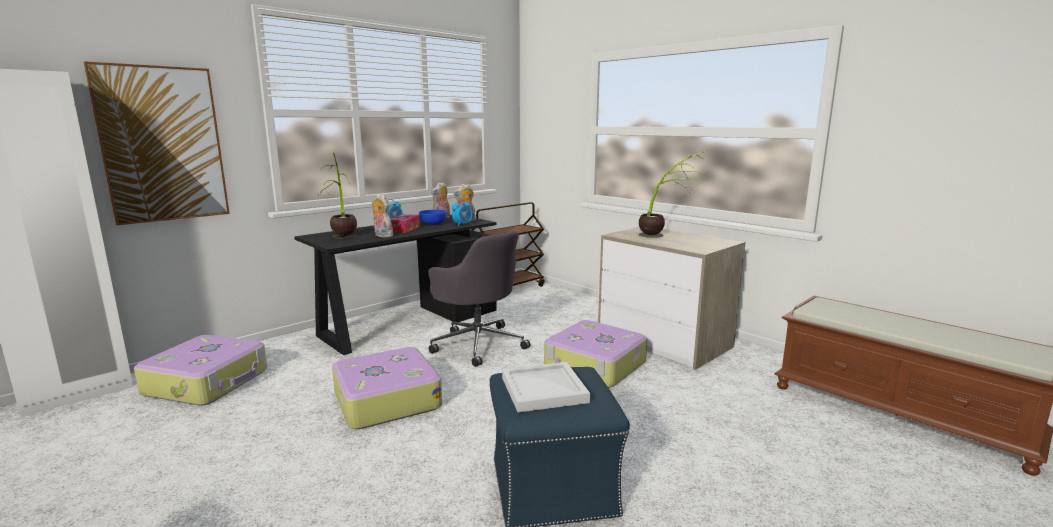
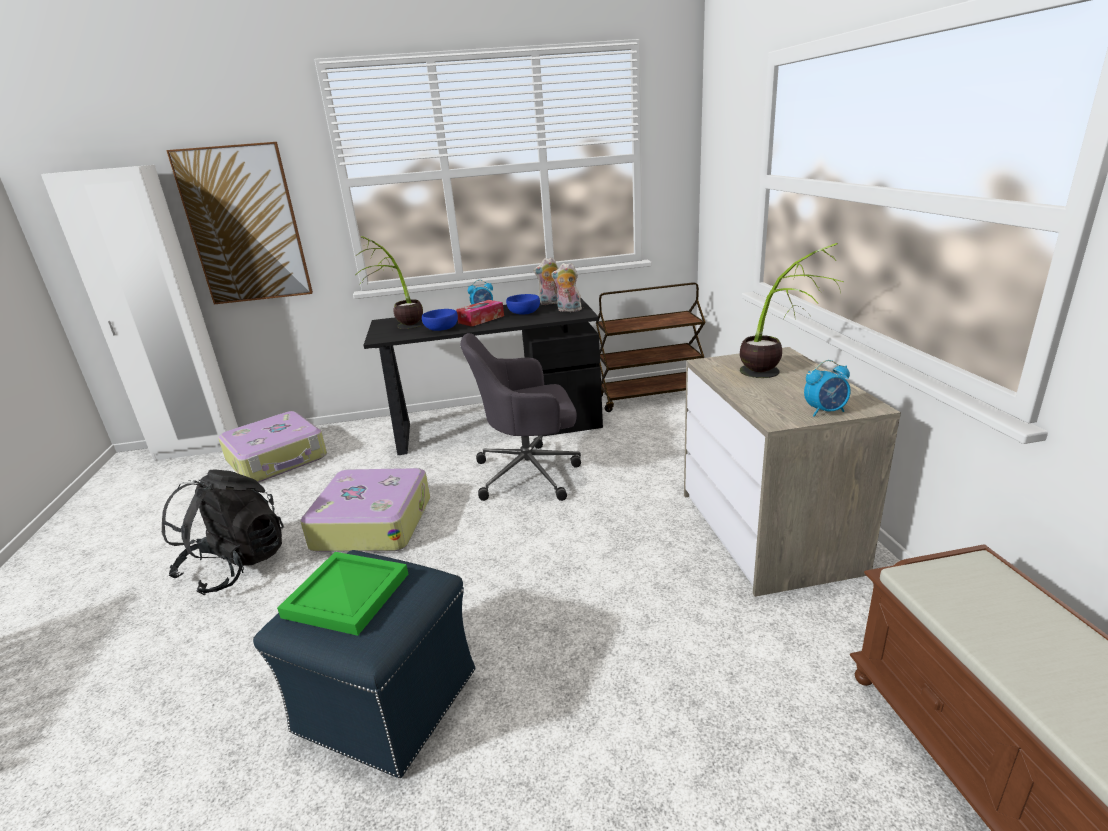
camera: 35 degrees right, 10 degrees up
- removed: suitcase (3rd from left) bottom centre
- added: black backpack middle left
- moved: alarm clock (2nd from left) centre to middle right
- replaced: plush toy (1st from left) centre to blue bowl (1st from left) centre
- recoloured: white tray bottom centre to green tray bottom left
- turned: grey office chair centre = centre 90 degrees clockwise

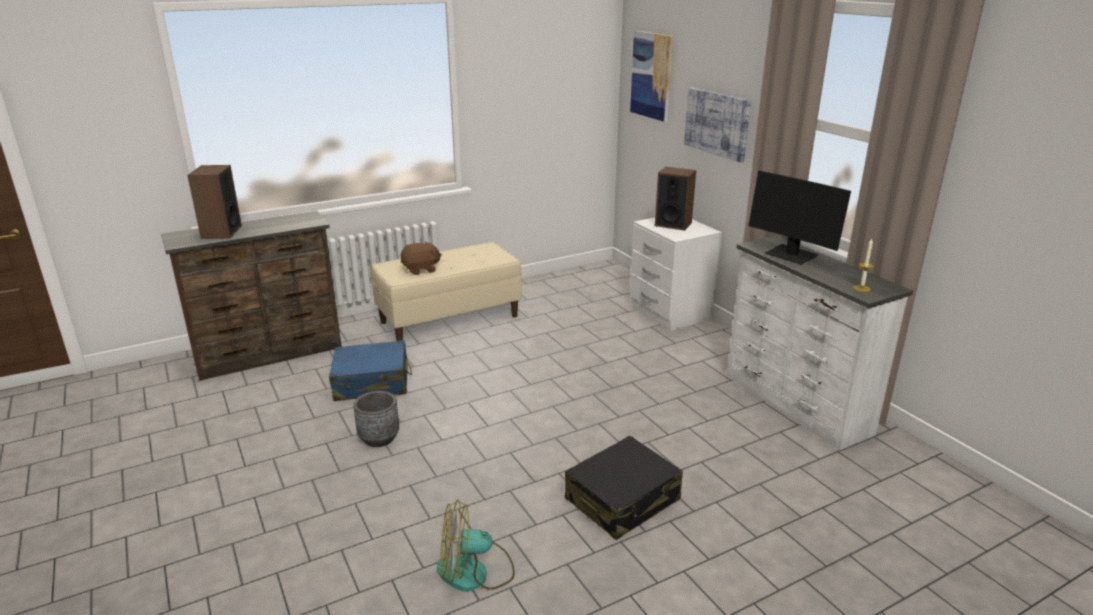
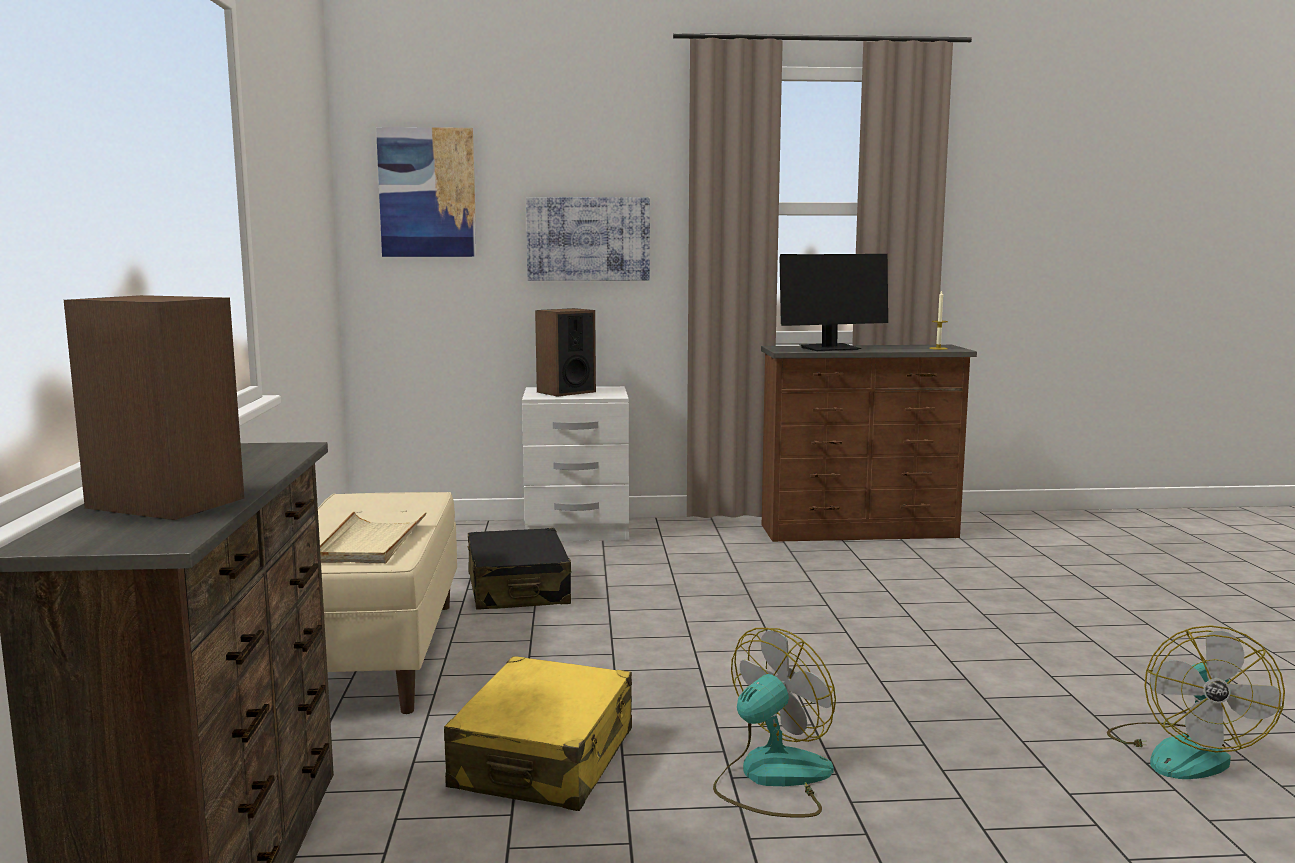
camera: 65 degrees left, 15 degrees down
- moved: black suitcase bottom centre to centre
- replaced: grey planter bottom centre to fan (1st from left) bottom centre
- replaced: brown plush toy centre to beige tray middle left
- recoloured: blue suitcase centre to yellow suitcase bottom centre
- recoloured: white dresser middle right to brown dresser (2nd from left) middle right

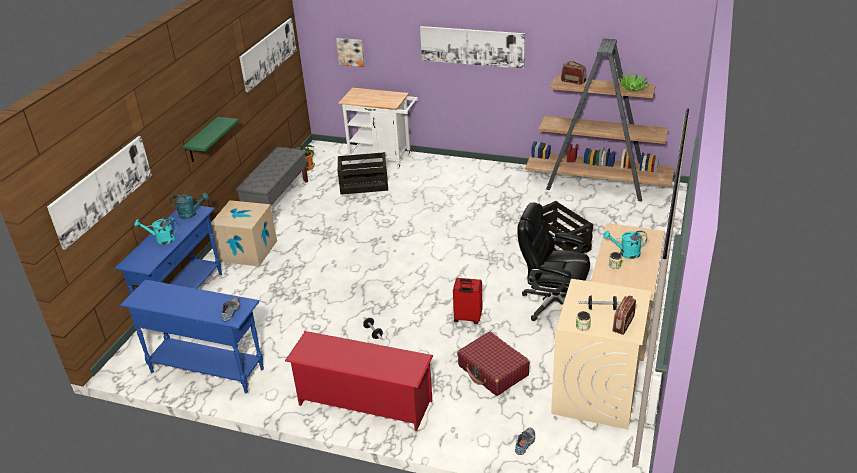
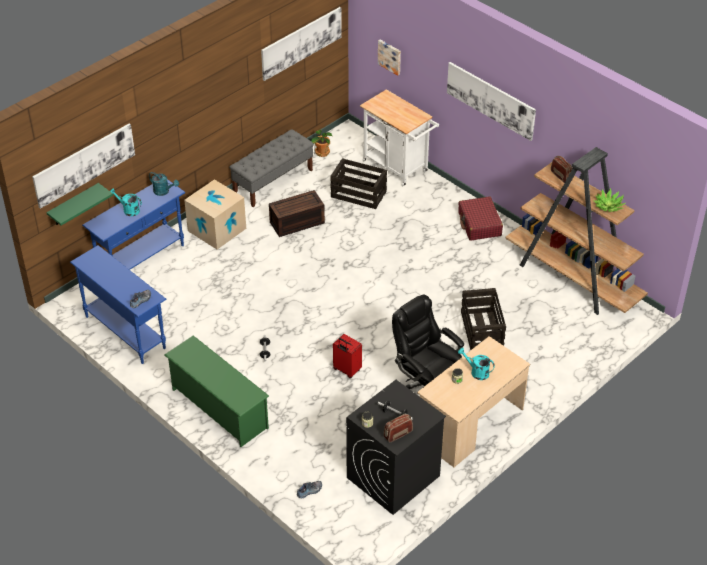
camera: 25 degrees right, 10 degrees up
- added: brown storage box centre
- moved: green shelf top left to middle left
- moved: red suitcase (2nd from left) bottom centre to middle right
- recoloured: red shoe rack bottom centre to green shoe rack bottom left
- recoloured: beige washing machine bottom right to black washing machine bottom centre

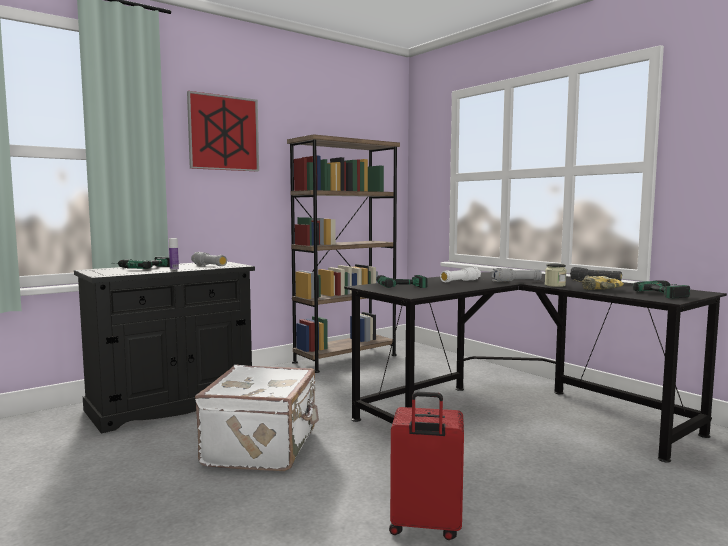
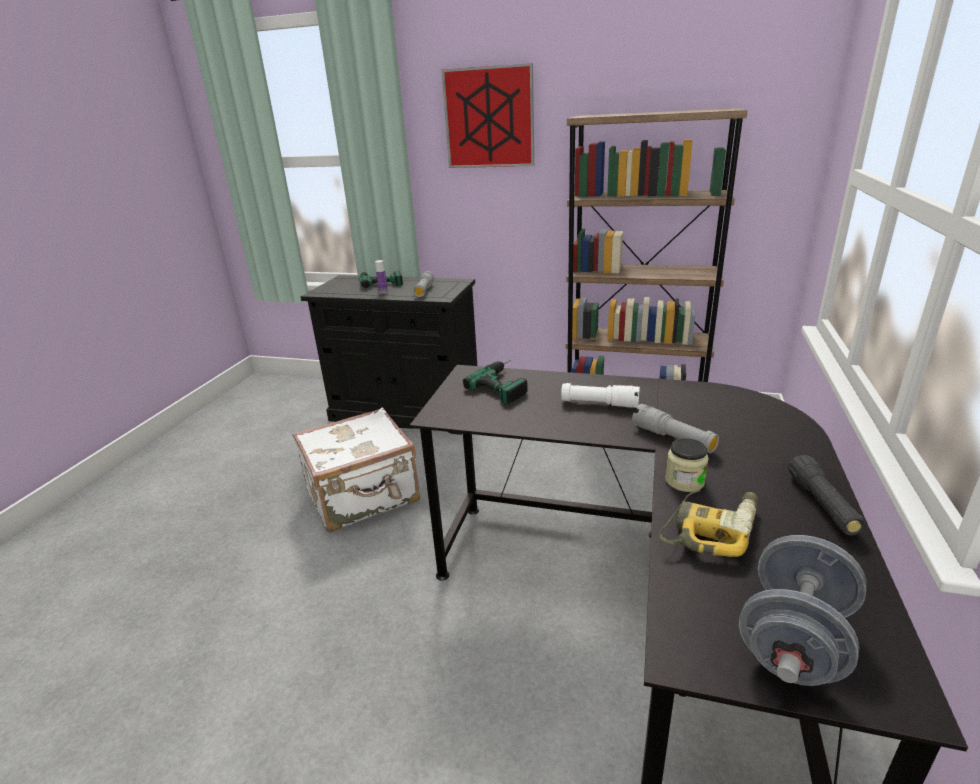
camera: 55 degrees right, 20 degrees up
- removed: red suitcase bottom centre
- replaced: power drill (4th from left) middle right to grey dumbbell bottom right

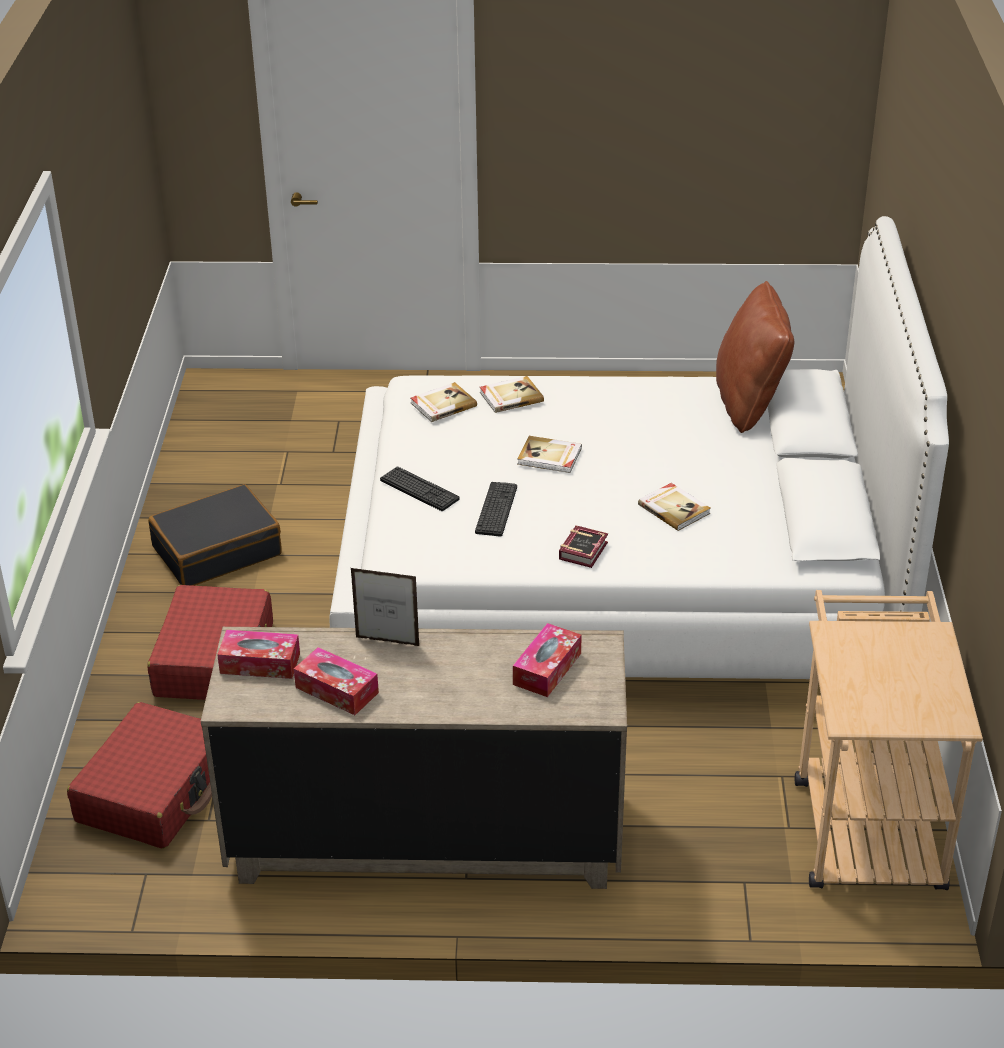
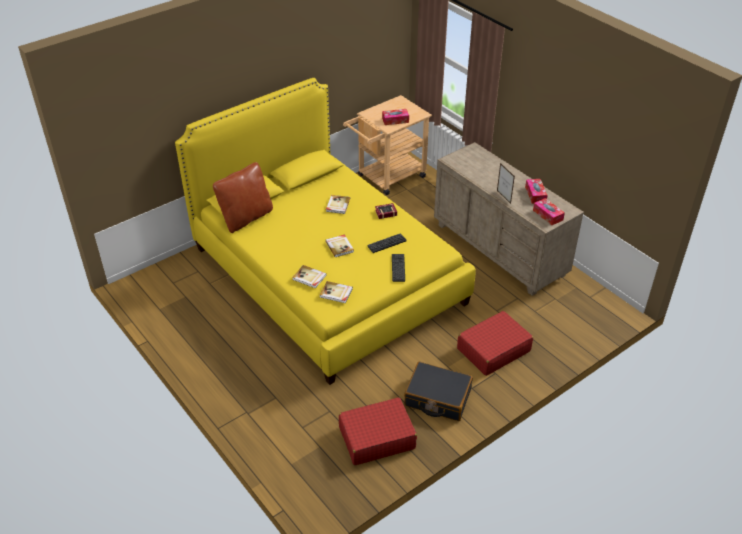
camera: 130 degrees left, 5 degrees up
- moved: red suitcase (1st from left) bottom left to bottom centre
- moved: tissue box (3rd from left in the first image) centre to tissue box (1st from left) top centre
- recoloured: white bed centre to yellow bed centre

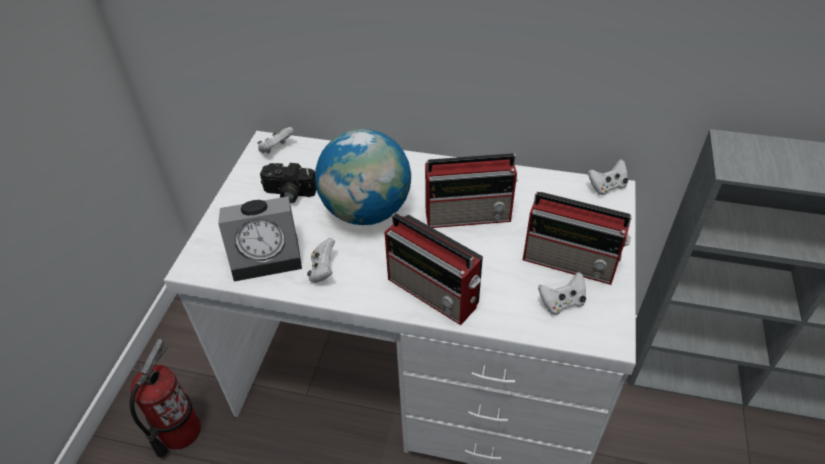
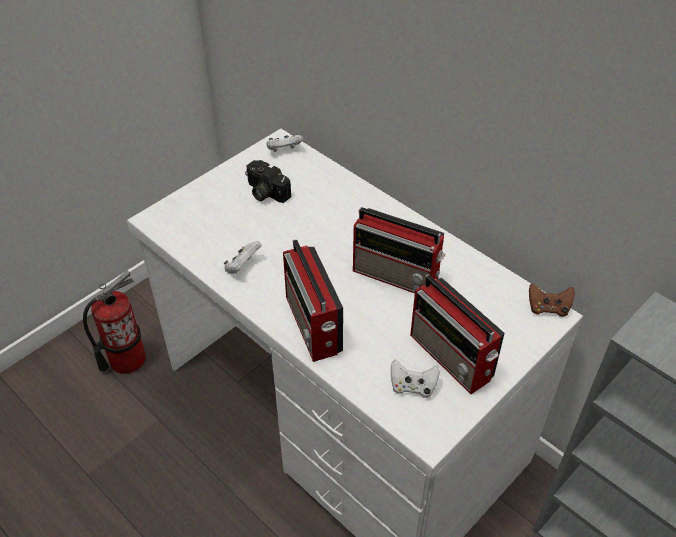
camera: 30 degrees right, 0 degrees up
- removed: alarm clock middle left
- removed: globe centre
- recoloured: white game controller (4th from left) middle right to brown game controller middle right

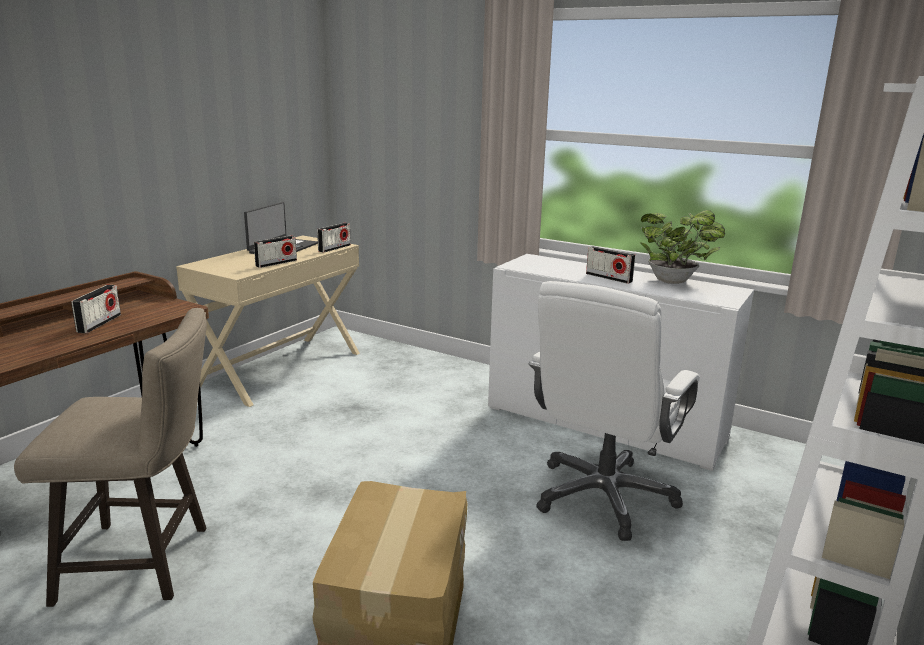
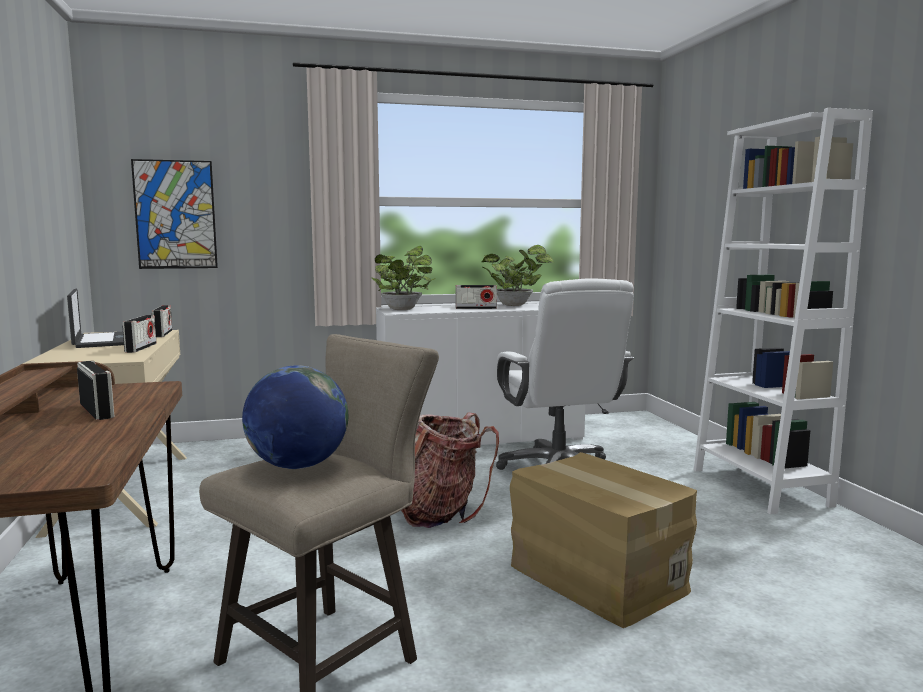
camera: 45 degrees left, 10 degrees down
- added: picture top left
- added: globe middle left
- added: potted plant (1st from left) centre
- added: backpack bottom centre

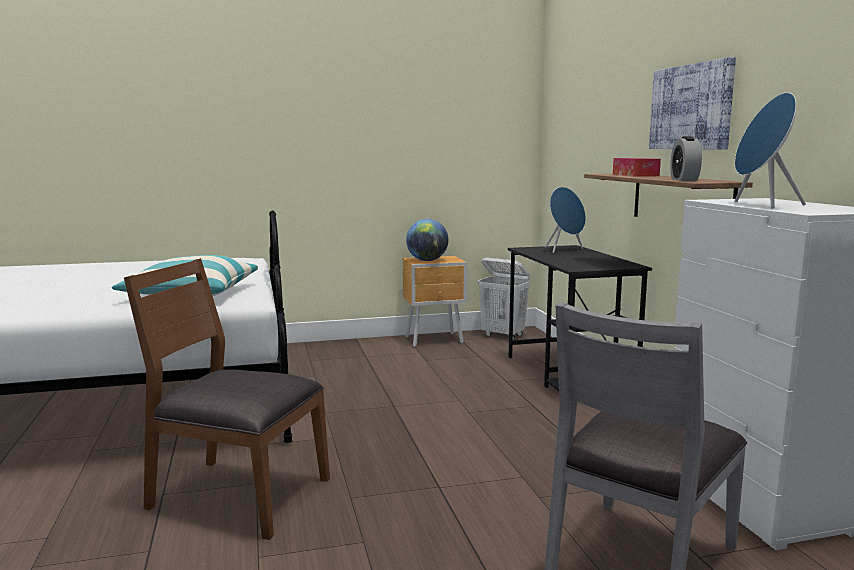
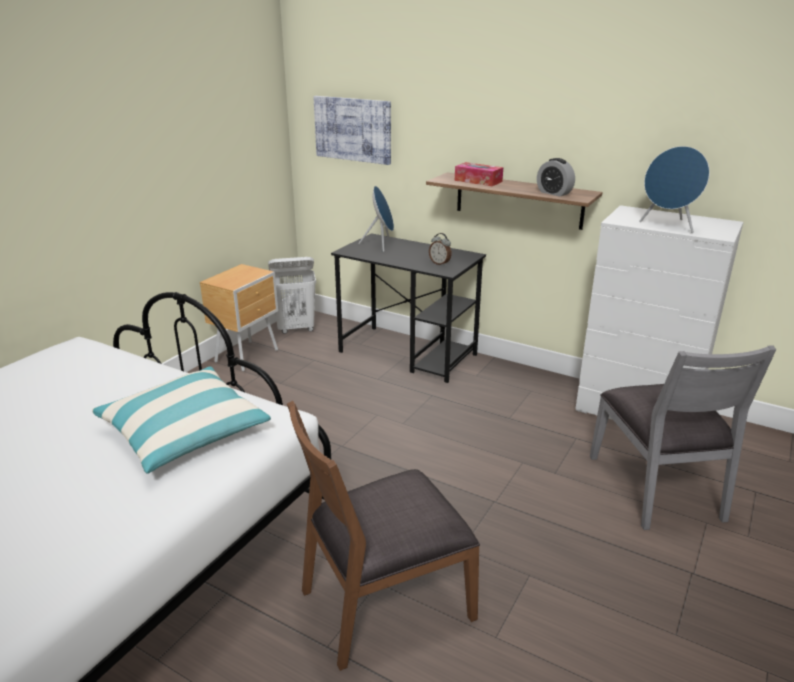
camera: 45 degrees left, 15 degrees up
- removed: globe centre
- added: alarm clock (1st from left) centre
- moved: picture top right to top centre

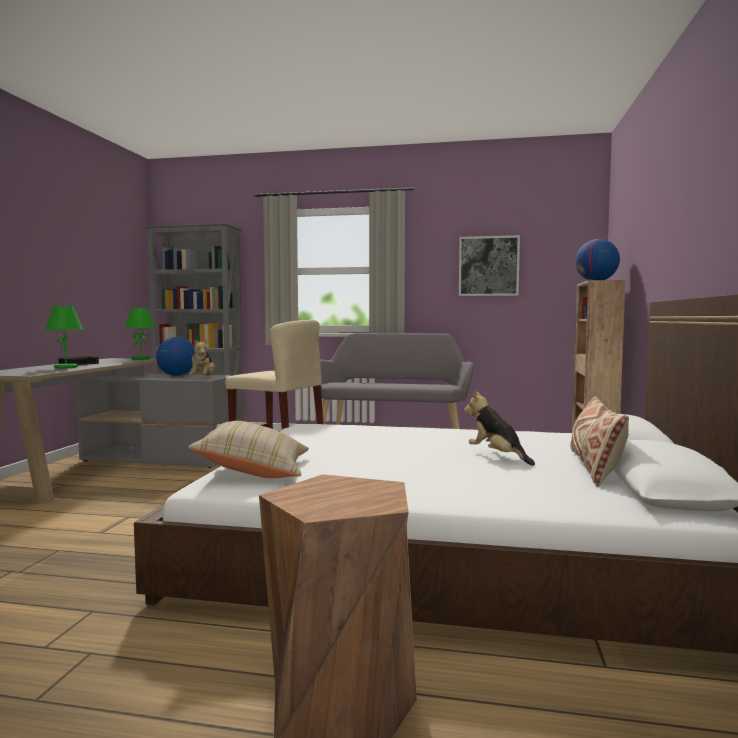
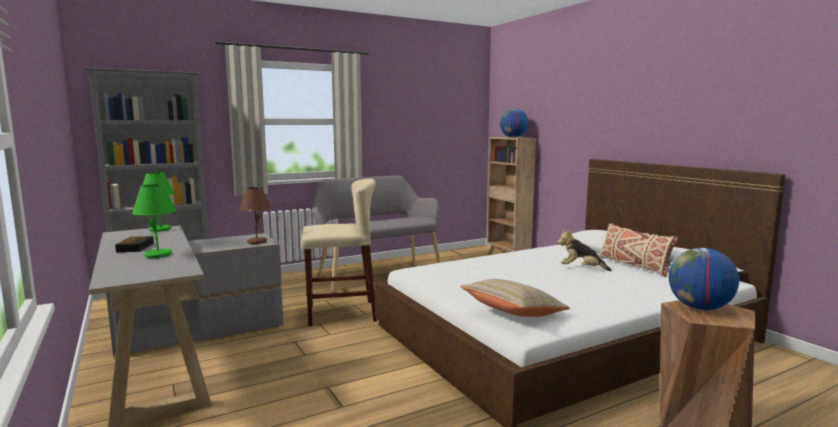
camera: 40 degrees left, 5 degrees up
- removed: picture centre
- moved: globe (1st from left in the first image) middle left to globe (2nd from left) middle right
- replaced: plush toy (1st from left) middle left to brown table lamp middle left

